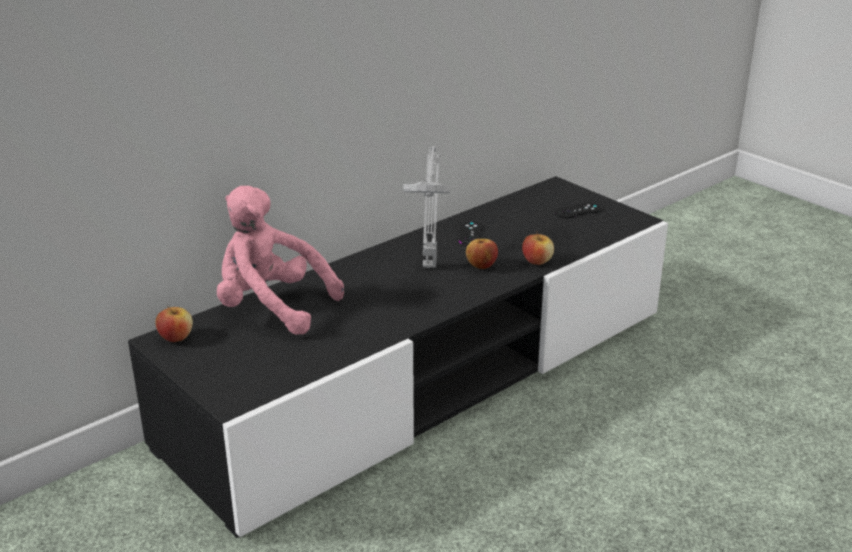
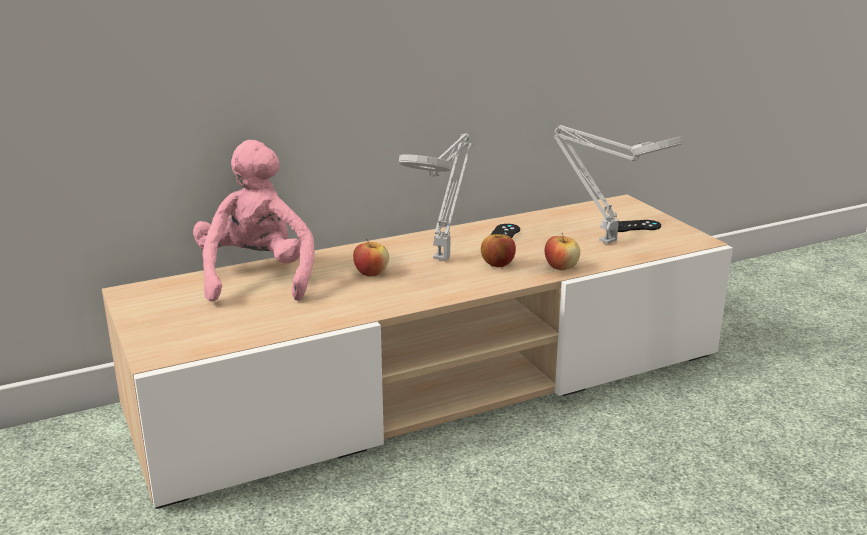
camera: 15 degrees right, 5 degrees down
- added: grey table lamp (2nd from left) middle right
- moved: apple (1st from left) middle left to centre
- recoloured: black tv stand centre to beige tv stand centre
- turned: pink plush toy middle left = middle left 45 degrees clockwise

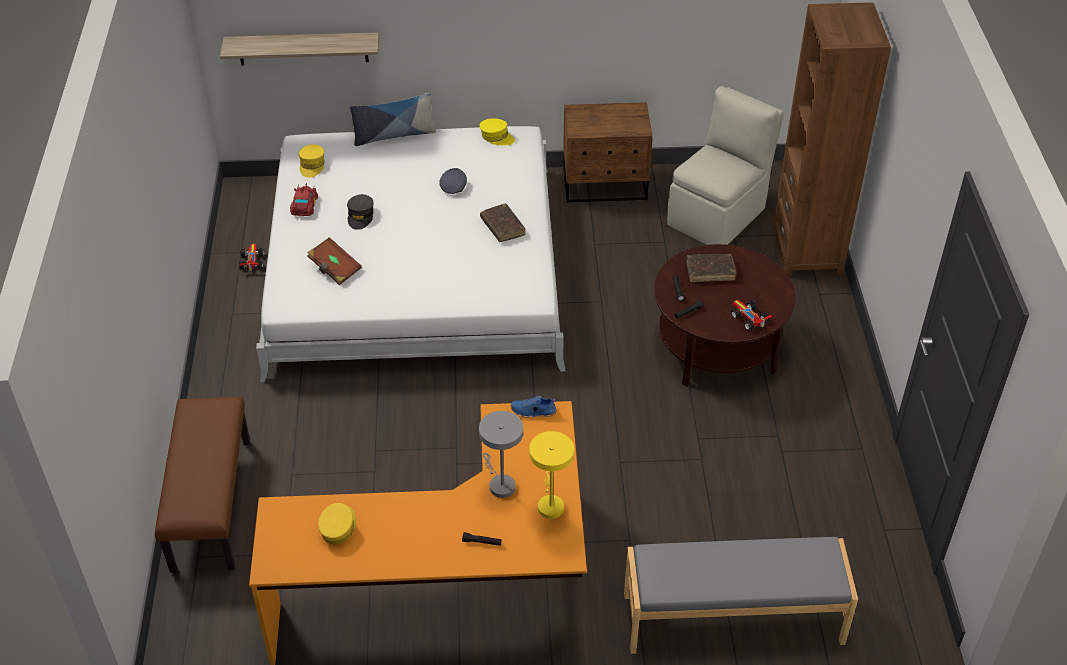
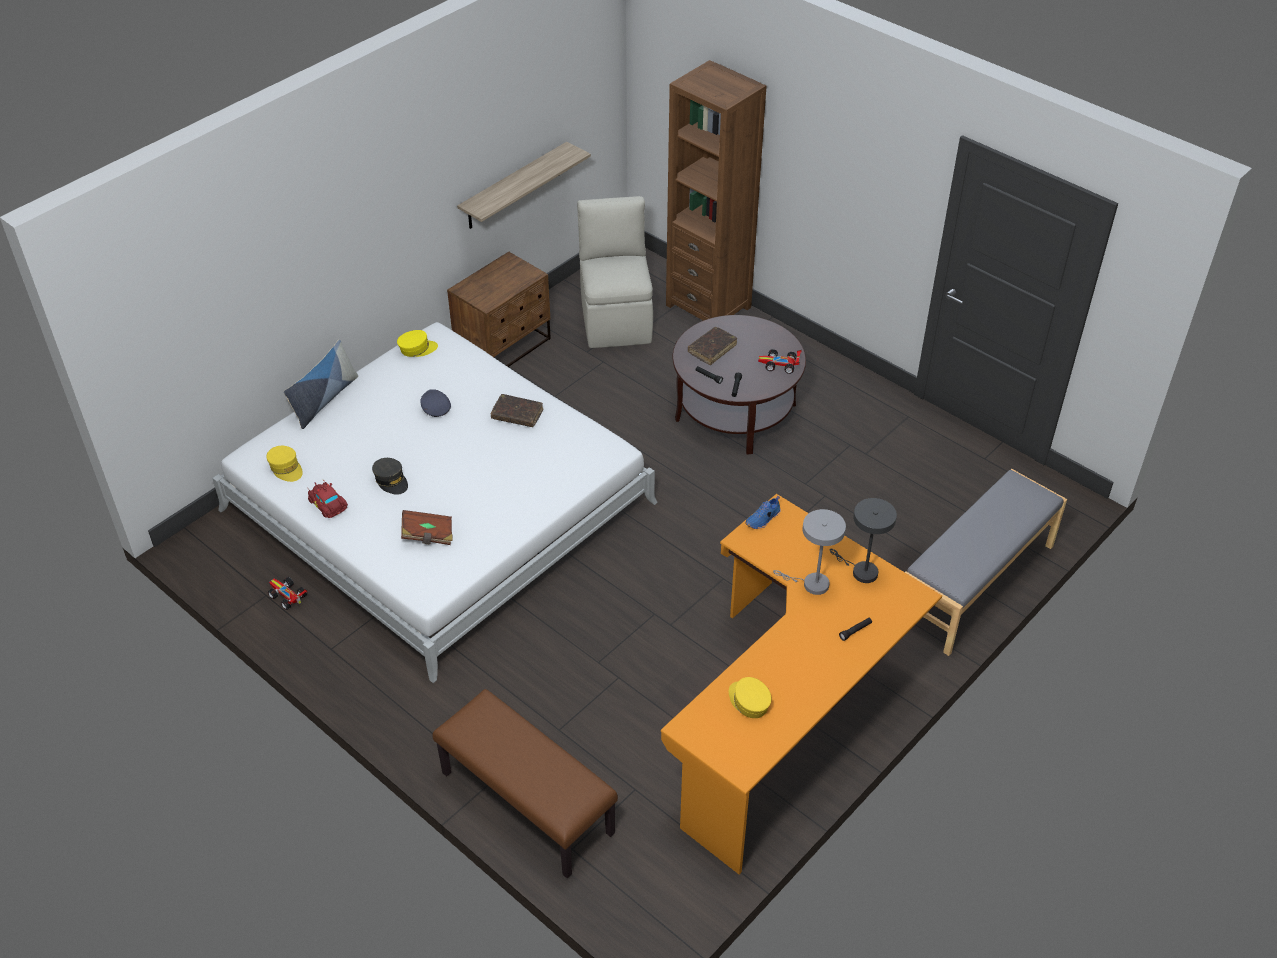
camera: 45 degrees left, 0 degrees up
- moved: shelf top left to top centre
- recoloured: yellow table lamp bottom centre to grey table lamp (2nd from left) middle right

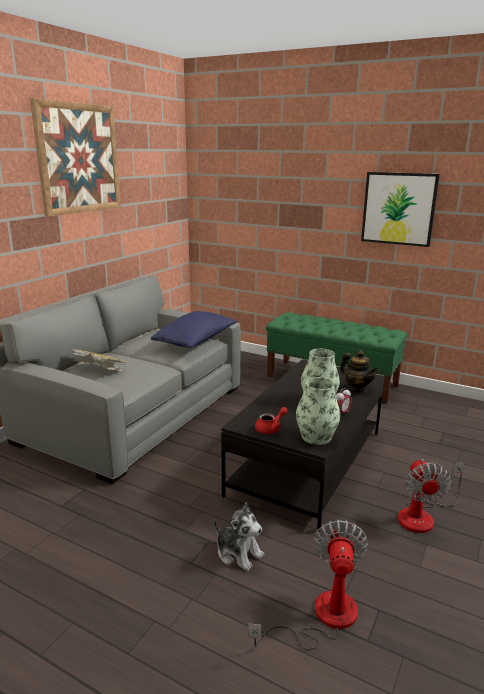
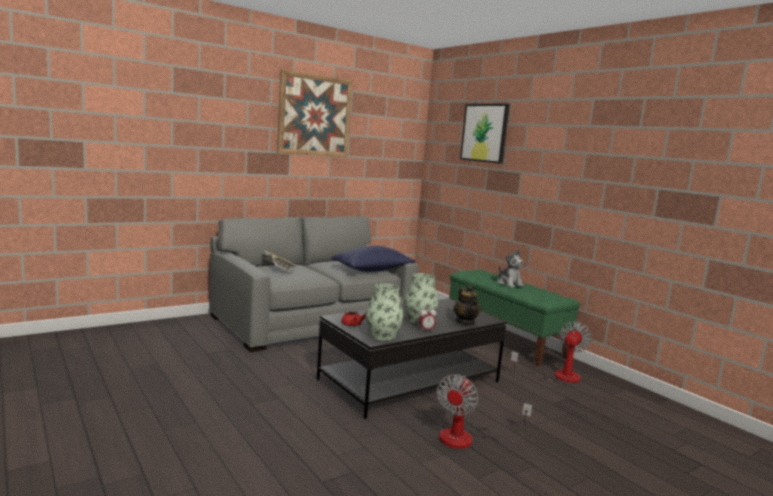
camera: 25 degrees right, 10 degrees down
- moved: plush toy bottom centre to centre
- moved: fan (1st from left in the first image) bottom centre to fan (2nd from left) bottom right
- moved: picture (2nd from left) top right to top centre

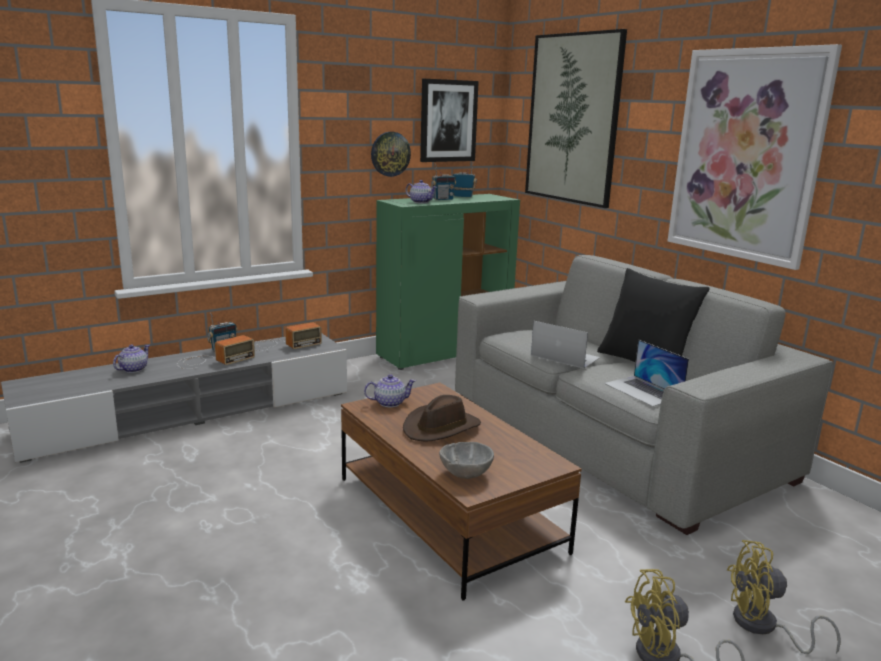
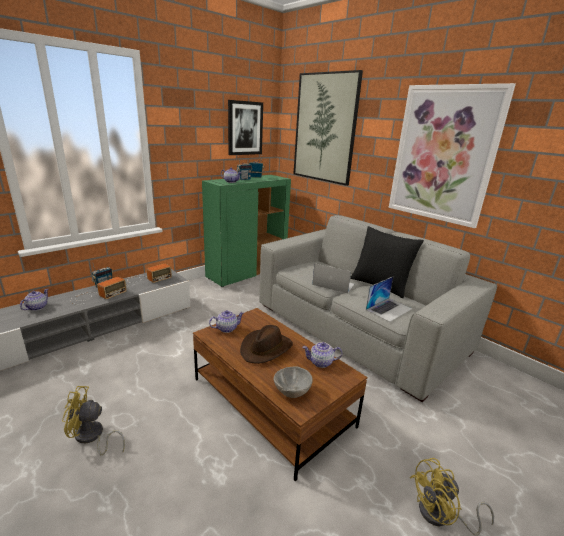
camera: 10 degrees left, 5 degrees up
- removed: wall clock top centre
- added: teapot (4th from left) centre
- moved: yellow fan (2nd from left in the first image) bottom right to yellow fan (1st from left) bottom left
- turned: laptop (2nd from left) middle right = middle right 90 degrees counterclockwise

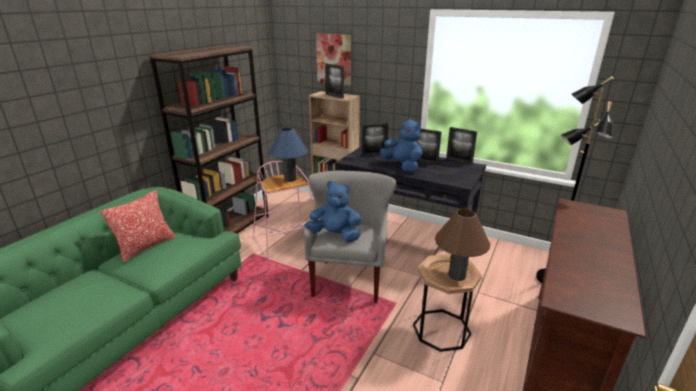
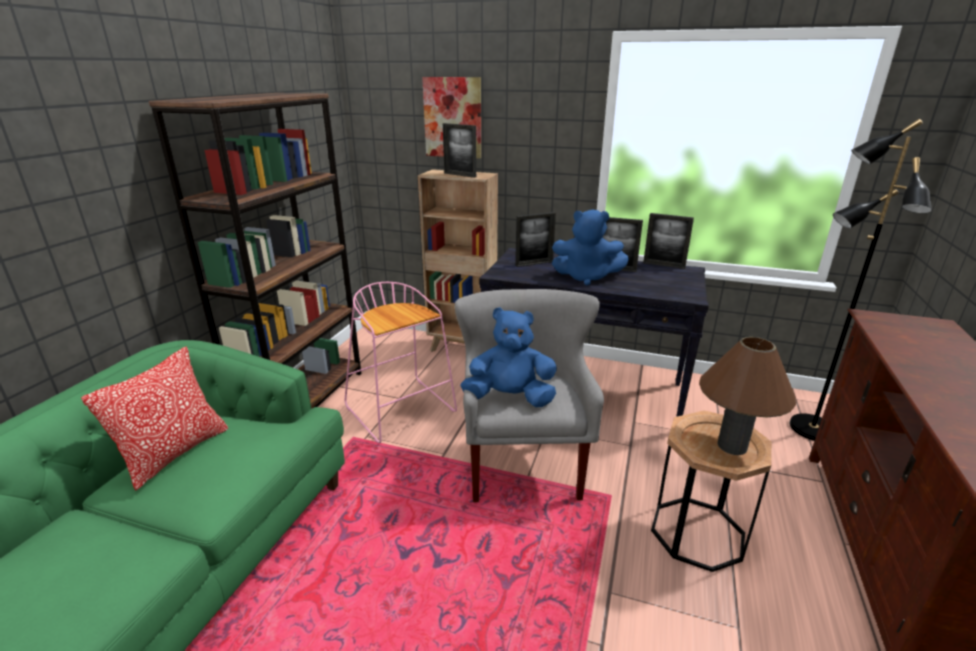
camera: 10 degrees left, 0 degrees up
- removed: blue table lamp centre
- turned: blue plush toy (2nd from left) centre = centre 150 degrees clockwise

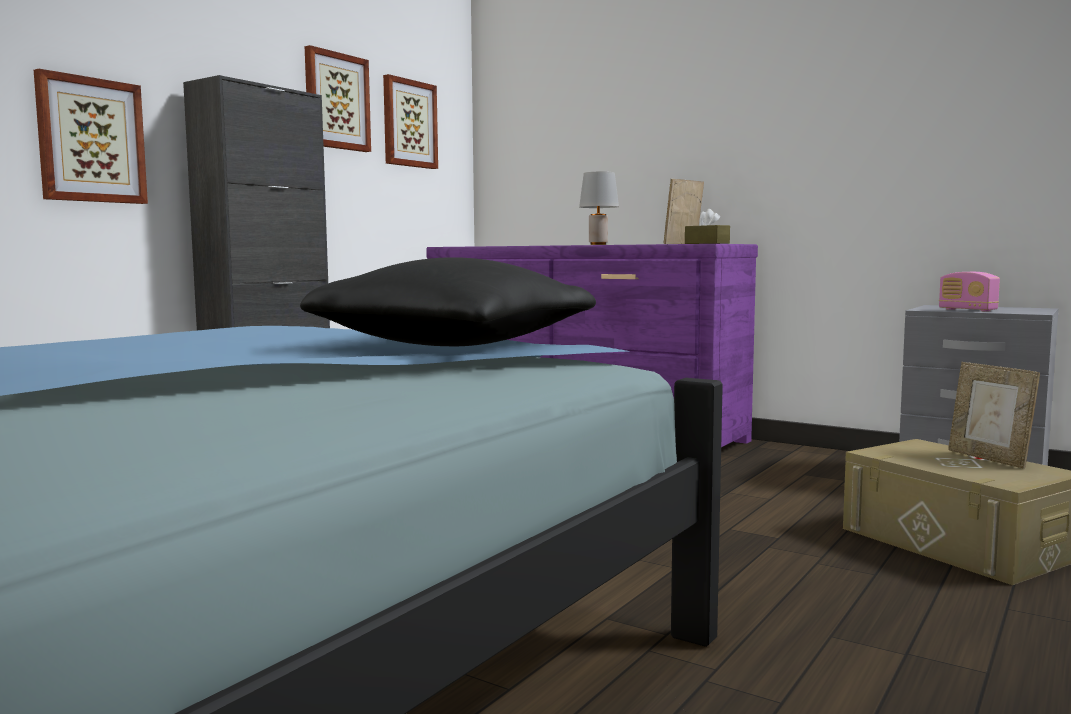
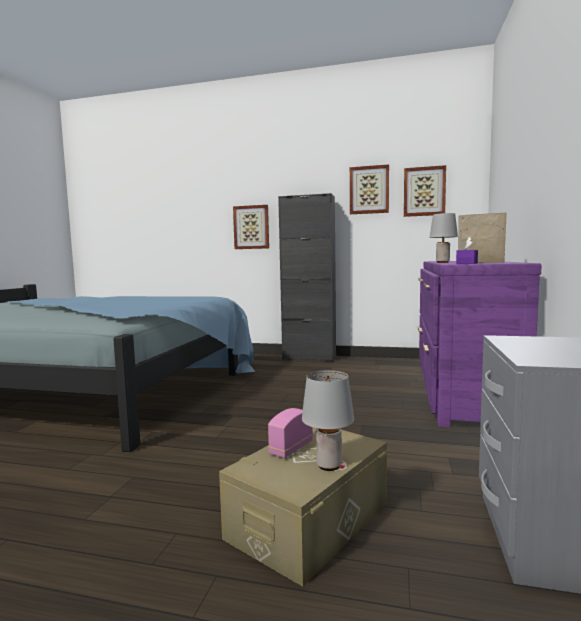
camera: 70 degrees right, 0 degrees up
- removed: black pillow centre
- moved: radio middle right to bottom centre
- replaced: picture frame (2nd from left) middle right to grey table lamp (1st from left) bottom centre
- recoloured: brown tissue box top centre to purple tissue box middle right

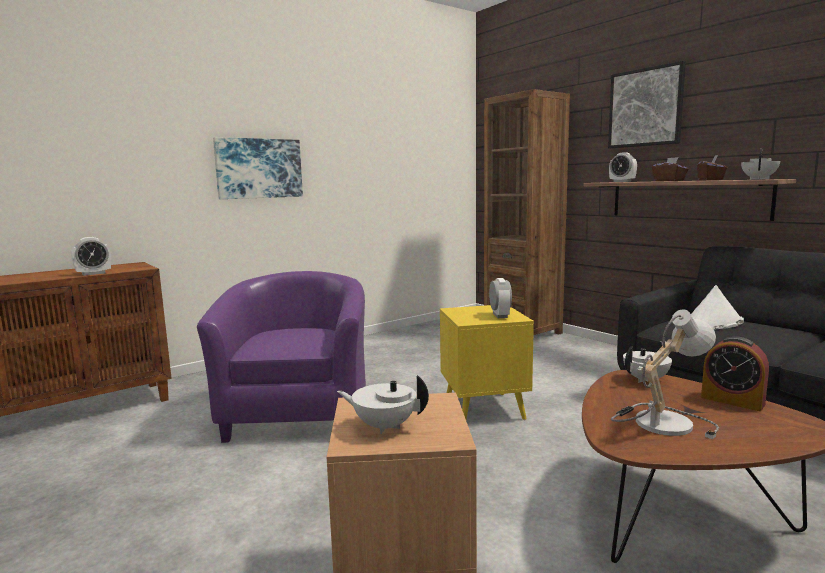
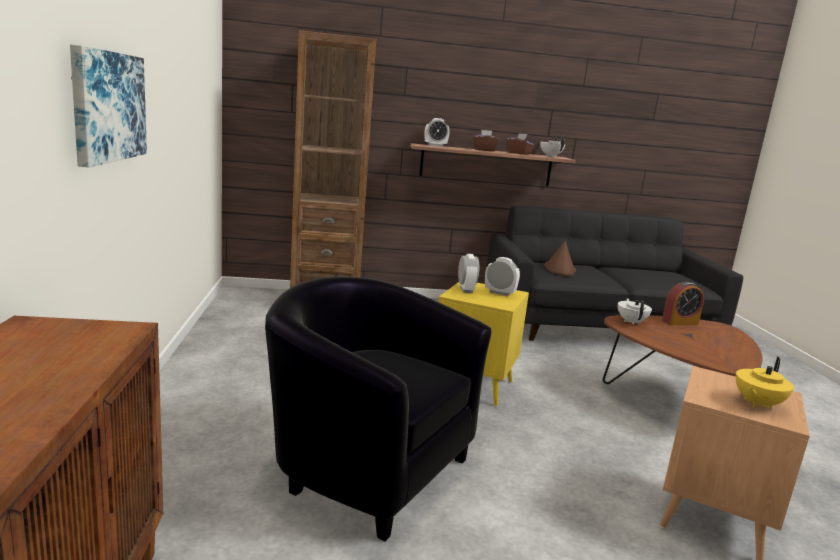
camera: 60 degrees left, 5 degrees up
- removed: picture (2nd from left) top right
- removed: table lamp middle right
- moved: alarm clock (1st from left in the first image) middle left to alarm clock (2nd from left) centre
- recoloured: purple armchair centre to black armchair bottom centre
- recoloured: white teapot (1st from left) bottom centre to yellow teapot bottom right
- recoloured: white hat middle right to brown hat middle right

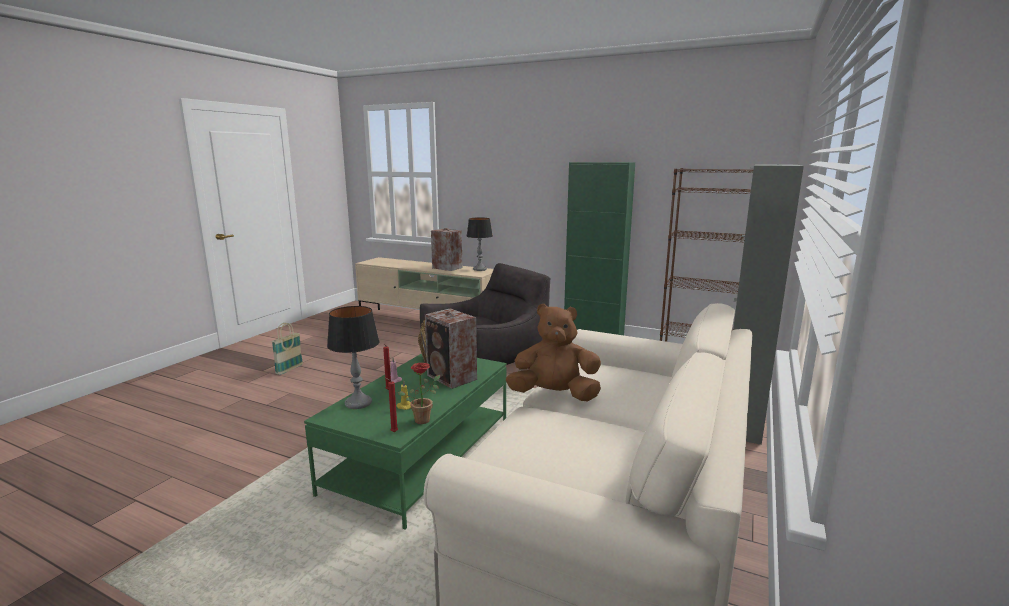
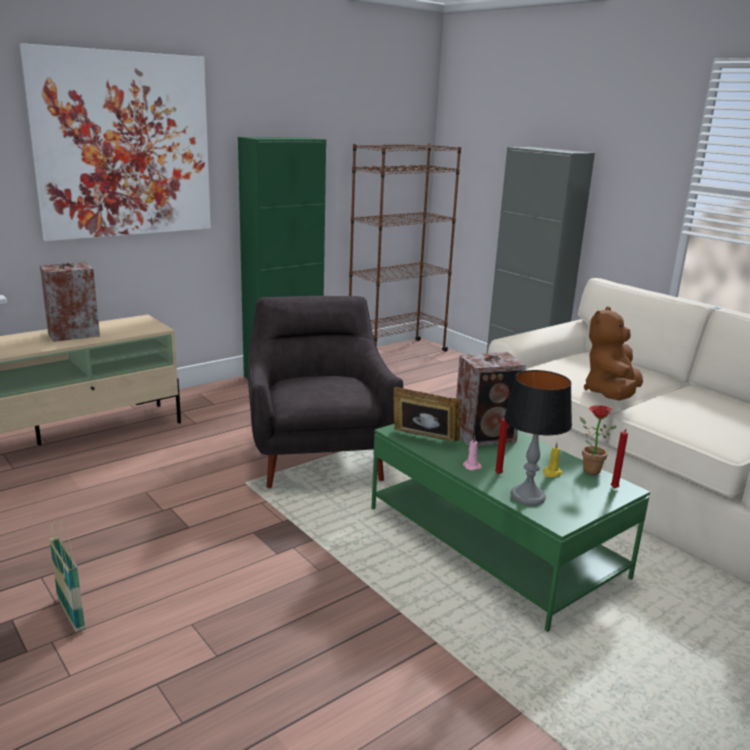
camera: 65 degrees left, 5 degrees up
- removed: table lamp (2nd from left) centre
- added: picture top left

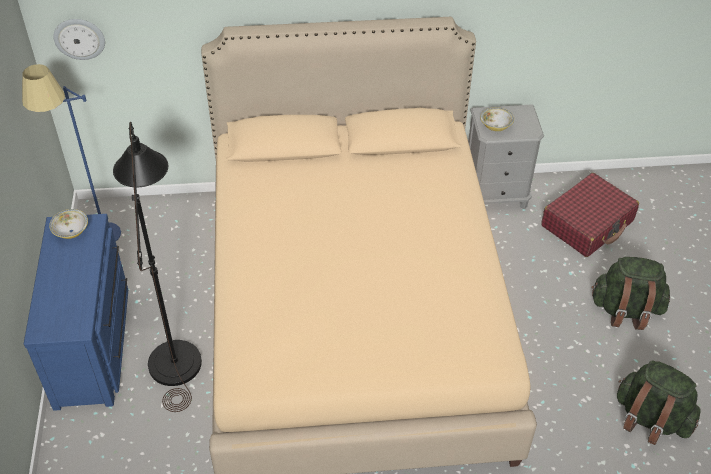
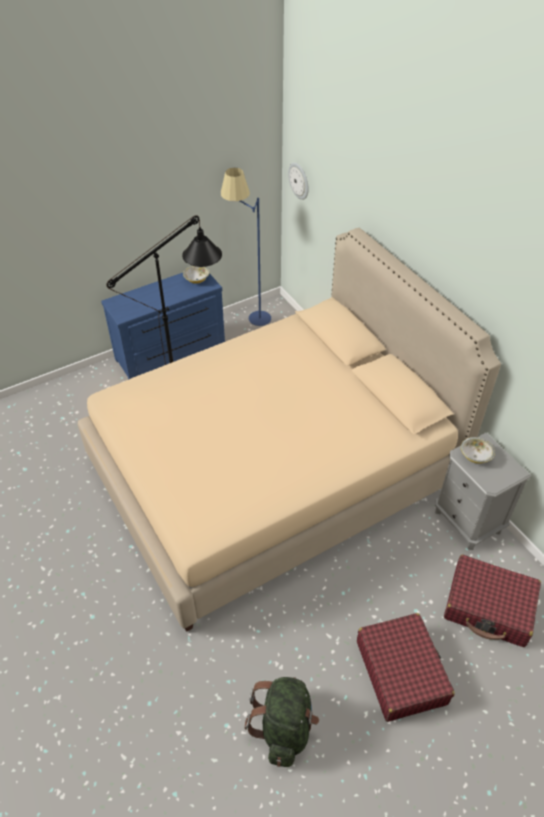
camera: 65 degrees right, 0 degrees up
- replaced: green backpack (1st from left) middle right to red suitcase (1st from left) bottom right

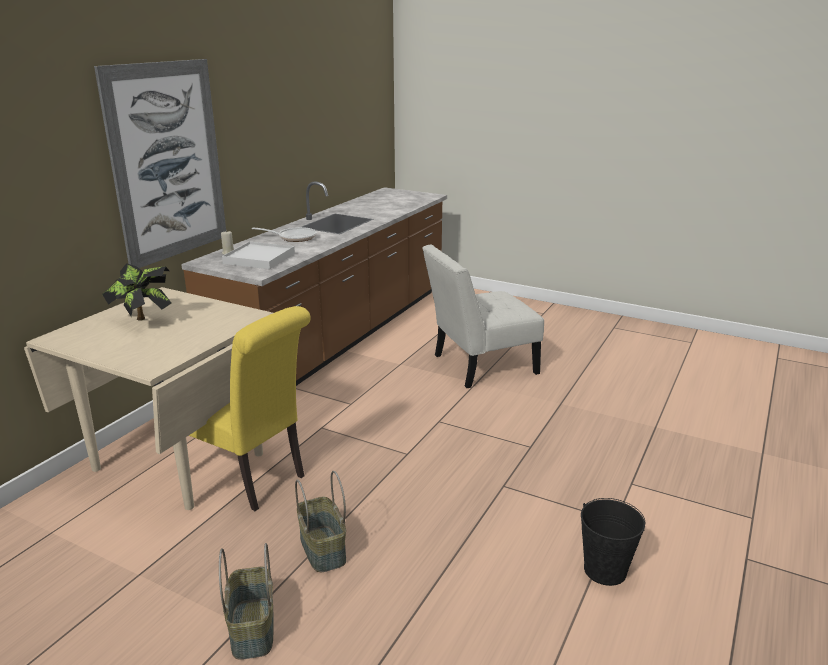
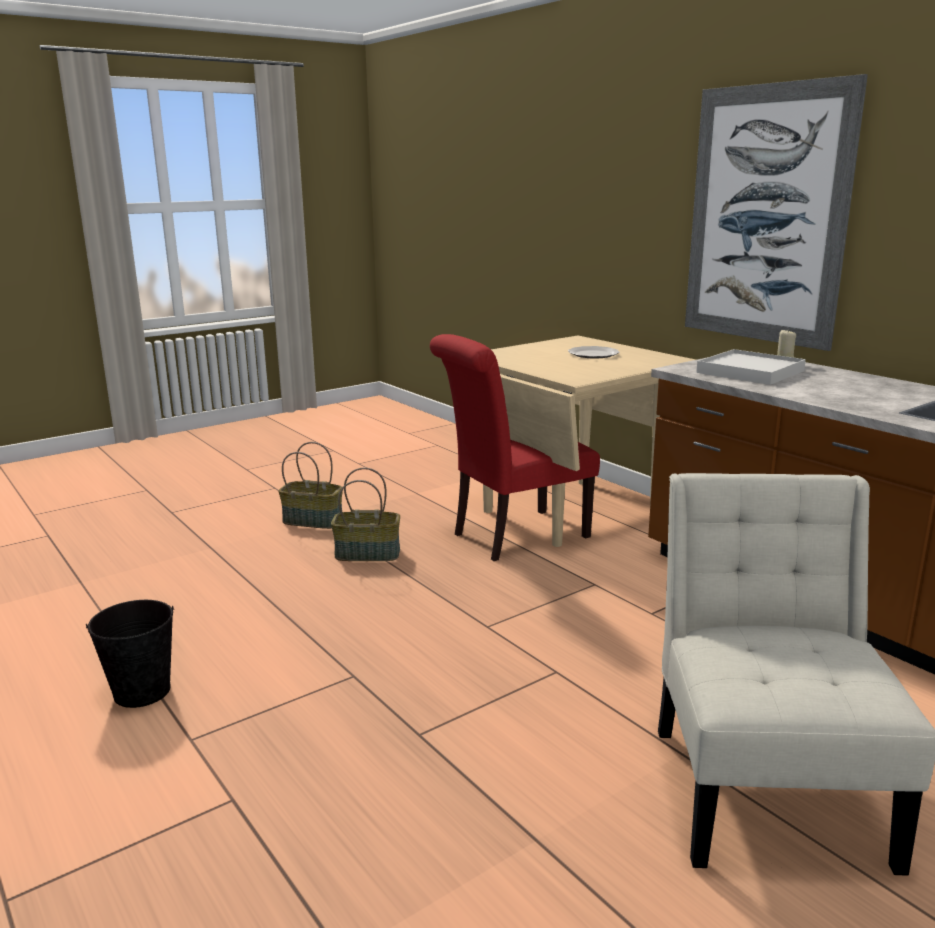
camera: 115 degrees right, 5 degrees down
- removed: frying pan centre
- replaced: potted plant middle left to plate centre
- recoloured: yellow chair middle left to red chair centre

